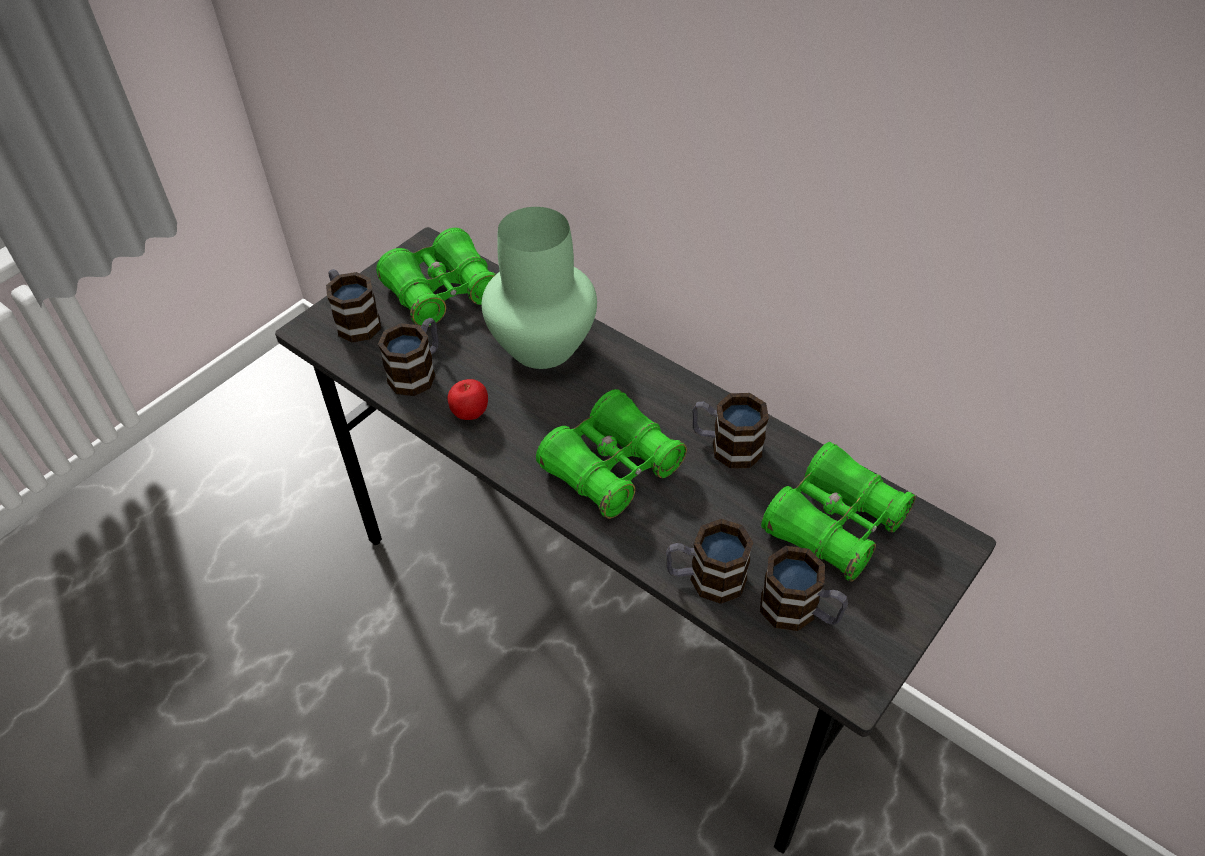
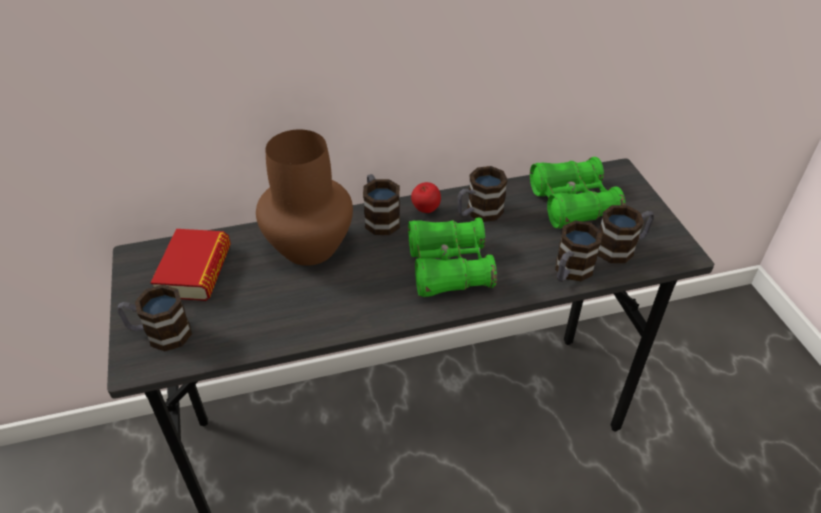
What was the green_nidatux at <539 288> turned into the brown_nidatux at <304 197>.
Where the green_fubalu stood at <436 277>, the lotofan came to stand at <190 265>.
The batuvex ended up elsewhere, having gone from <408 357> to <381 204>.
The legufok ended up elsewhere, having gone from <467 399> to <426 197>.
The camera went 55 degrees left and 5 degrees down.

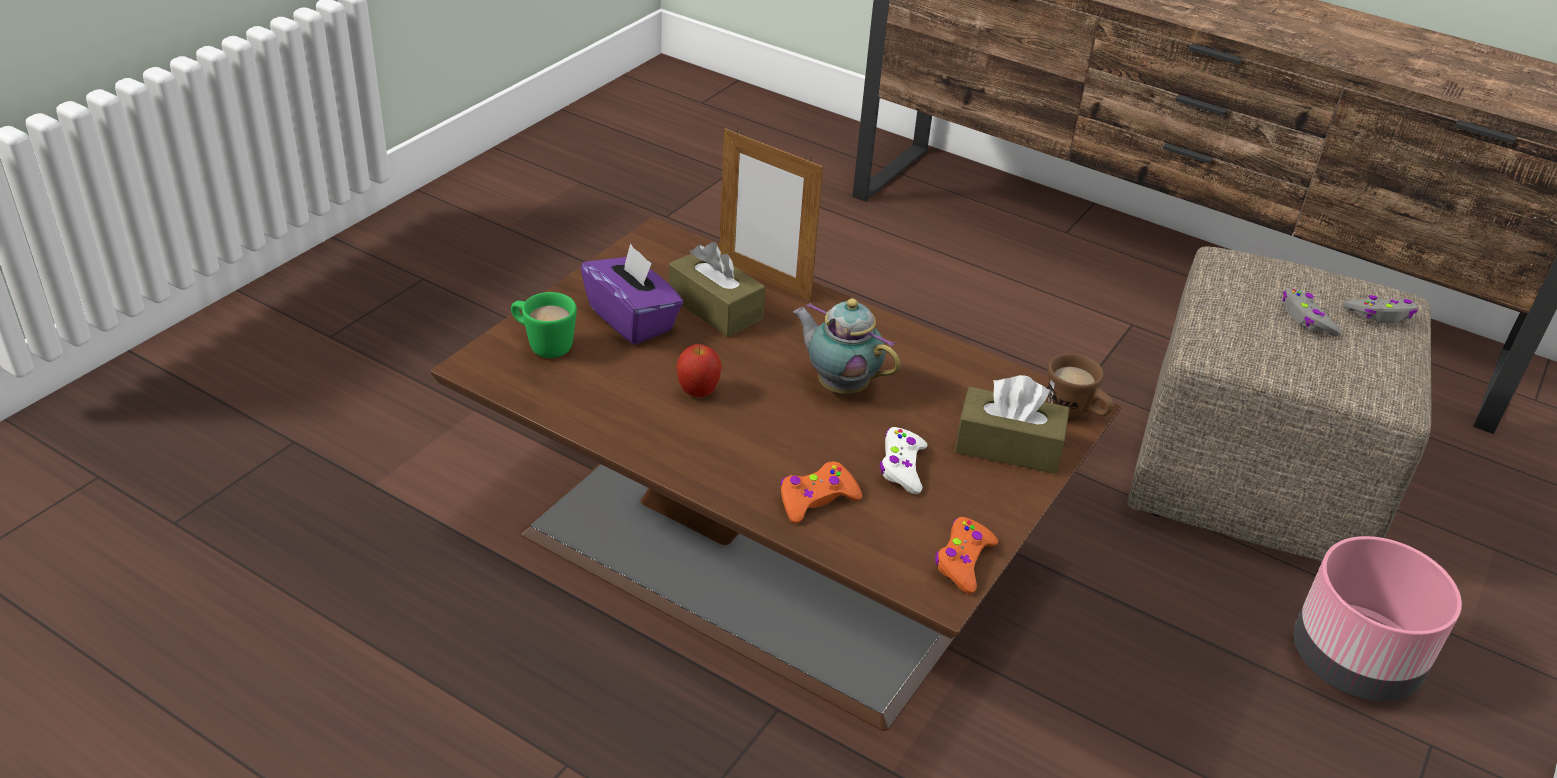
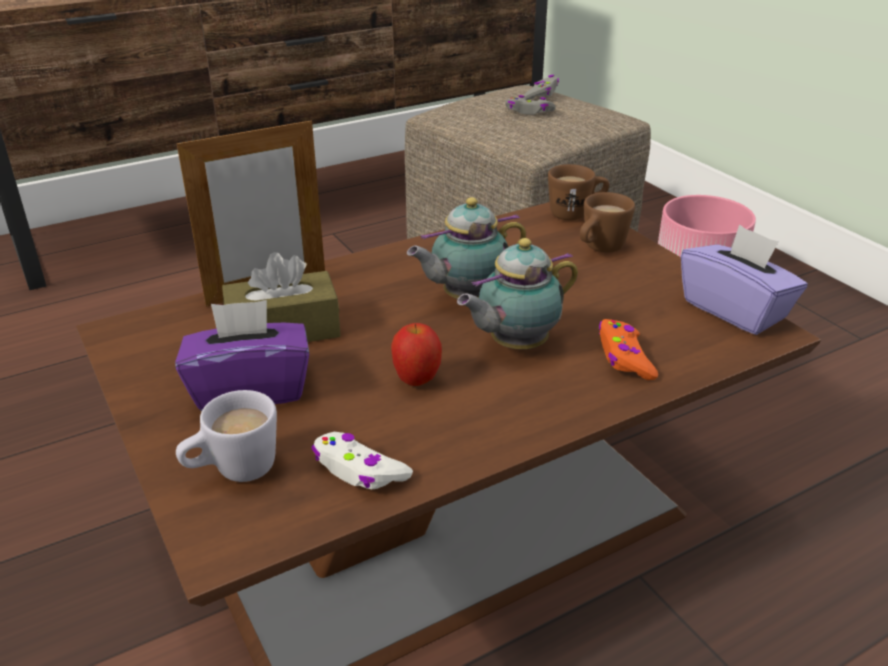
What was the green_batuvex at <544 325> turned into the white_batuvex at <226 436>.
Where the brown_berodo stood at <1012 424>, the brown_batuvex came to stand at <607 222>.
The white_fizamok ended up elsewhere, having gone from <903 460> to <362 460>.
Where the orange_fizamok stood at <966 555>, the purple_berodo came to stand at <744 279>.
The second view gained the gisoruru at <517 293>.
The camera went 60 degrees left and 5 degrees down.

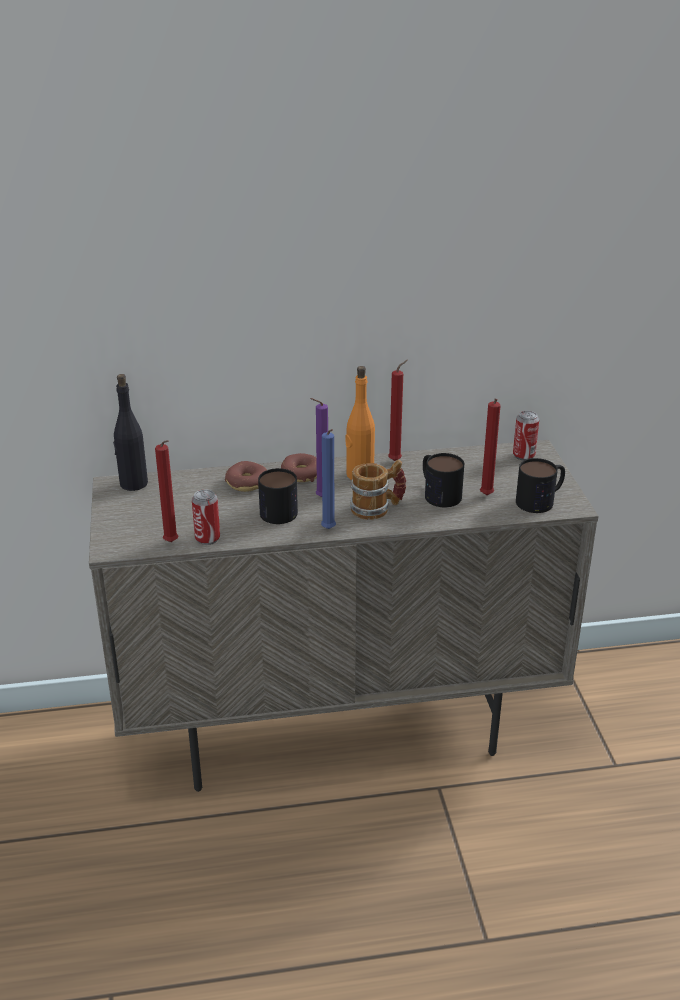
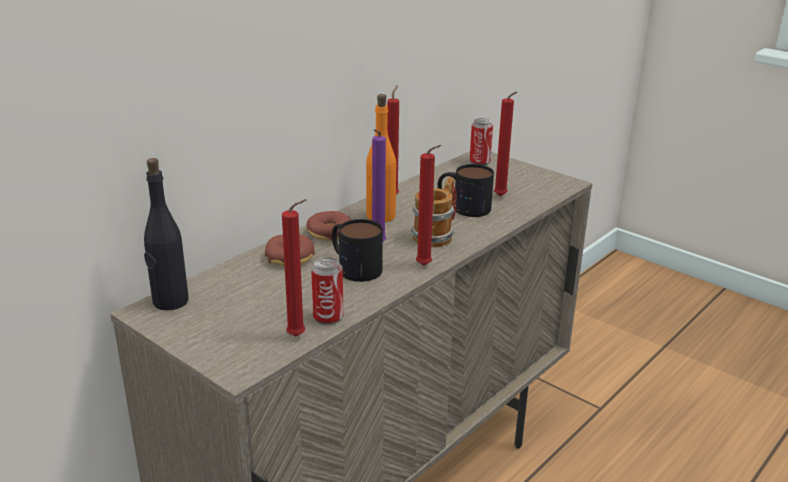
What was the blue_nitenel at <328 479> turned into the red_nitenel at <429 205>.
The second view lost the batuvex at <540 485>.
The camera went 40 degrees left and 5 degrees down.

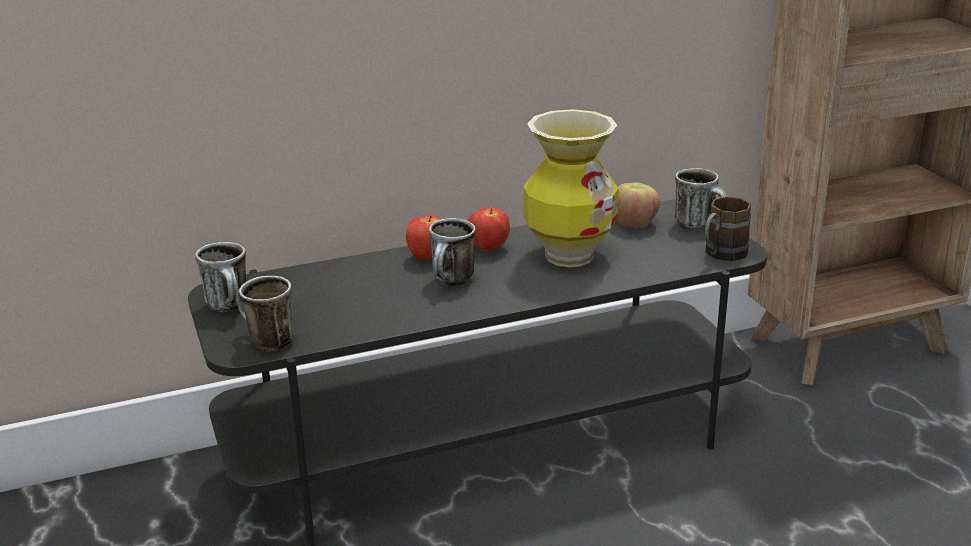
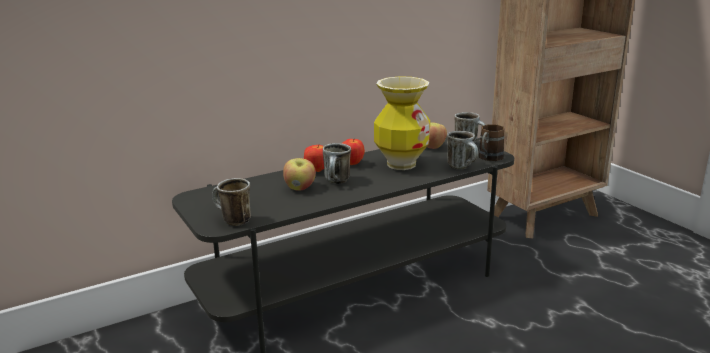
The batuvex ended up elsewhere, having gone from <220 277> to <462 150>.
The second view gained the legufok at <299 174>.
The camera went 10 degrees left and 5 degrees down.

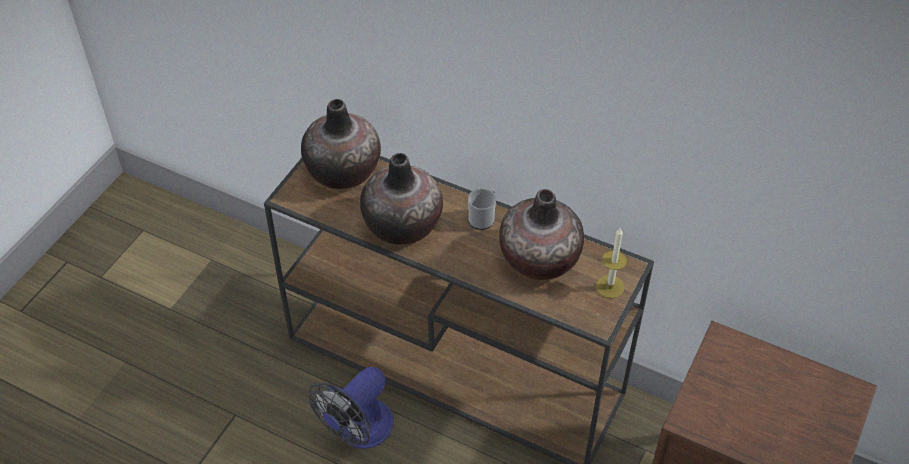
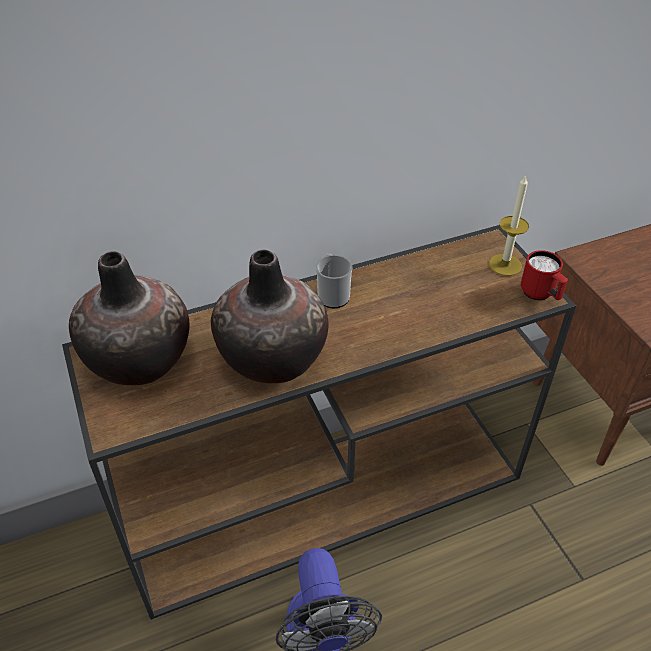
The second view lost the nidatux at <541 234>.
The second view gained the red_batuvex at <544 275>.
The camera went 50 degrees left and 5 degrees down.

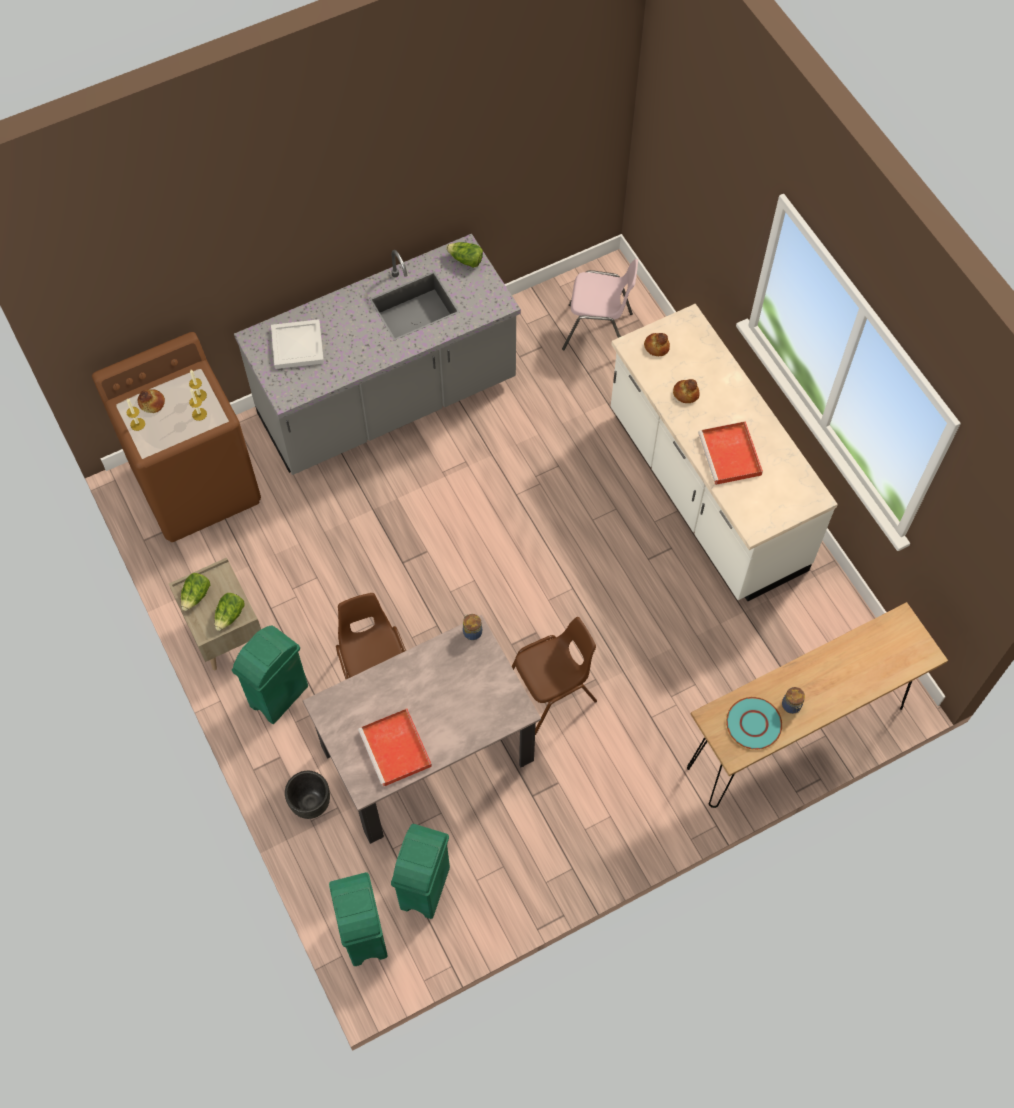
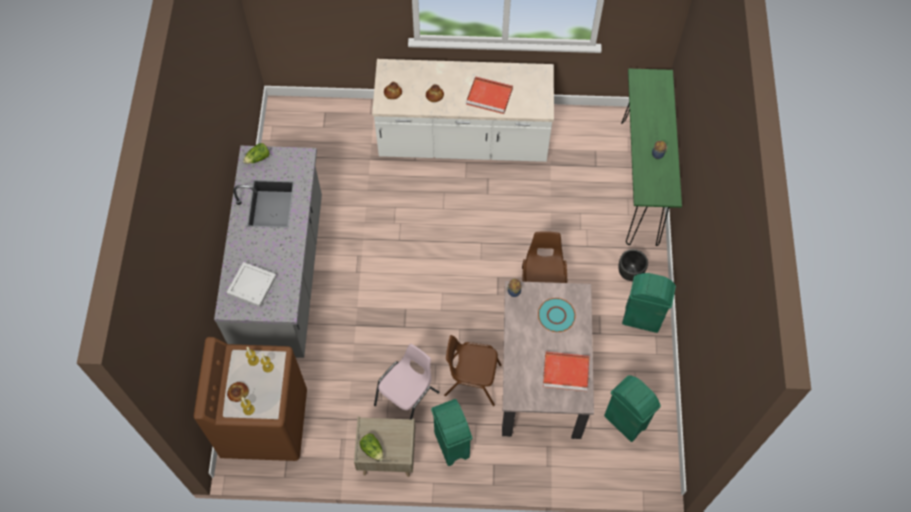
The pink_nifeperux ended up elsewhere, having gone from <600 304> to <407 381>.
The second view lost the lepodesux at <230 612>.
What was the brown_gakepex at <817 705> turned into the green_gakepex at <651 157>.
The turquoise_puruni ended up elsewhere, having gone from <754 723> to <557 315>.
The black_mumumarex ended up elsewhere, having gone from <307 795> to <633 265>.
The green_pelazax ended up elsewhere, having gone from <358 919> to <649 303>.
The camera went 60 degrees left and 0 degrees up.

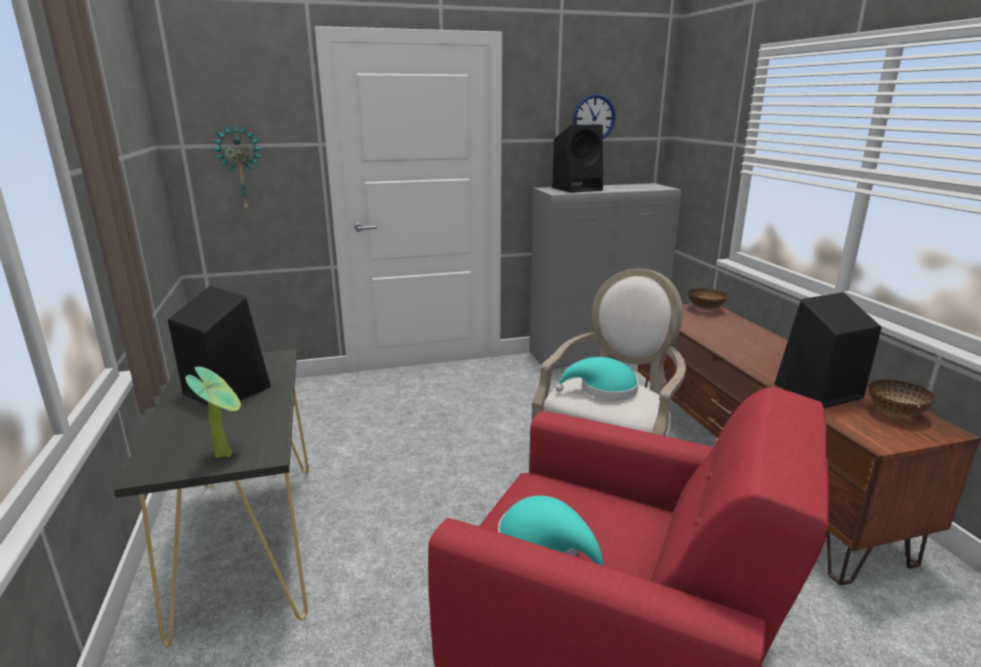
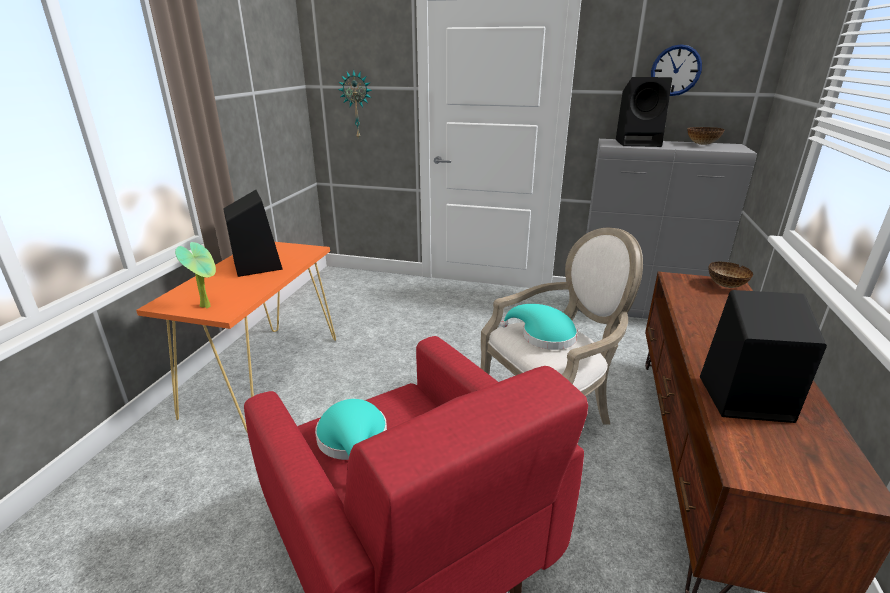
What was the black_gakepex at <211 498> turned into the orange_gakepex at <236 337>.
The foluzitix ended up elsewhere, having gone from <902 398> to <706 136>.
The camera went 30 degrees right and 5 degrees up.

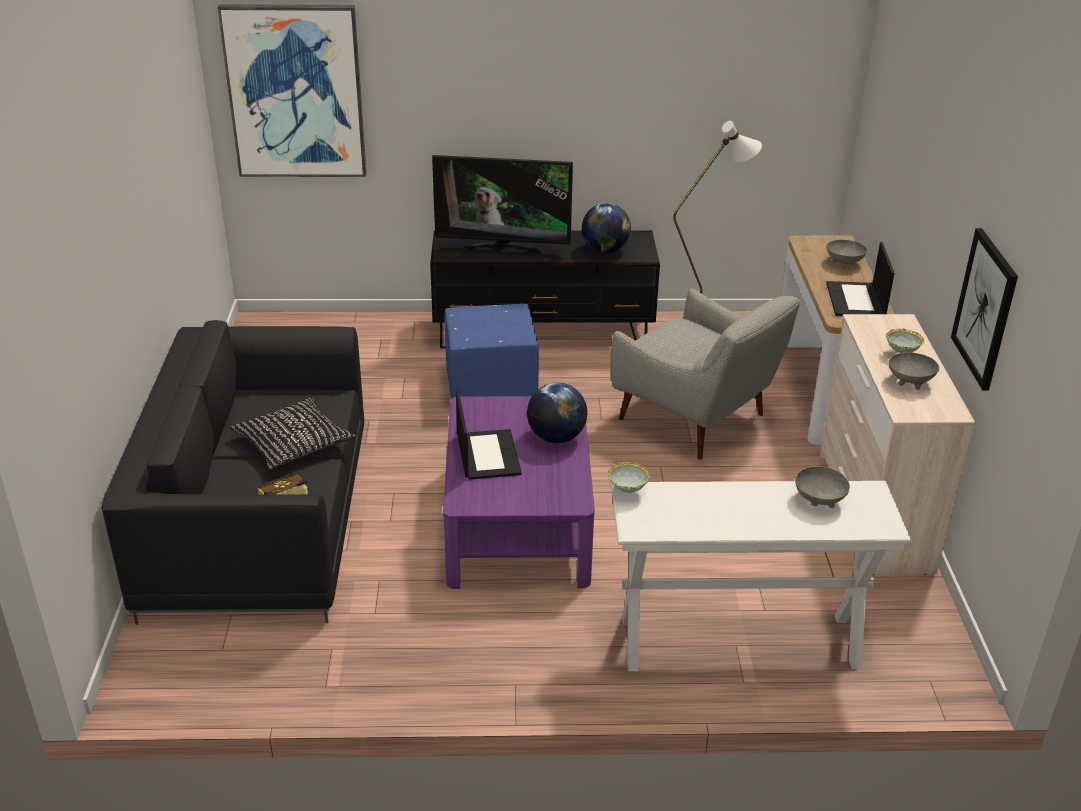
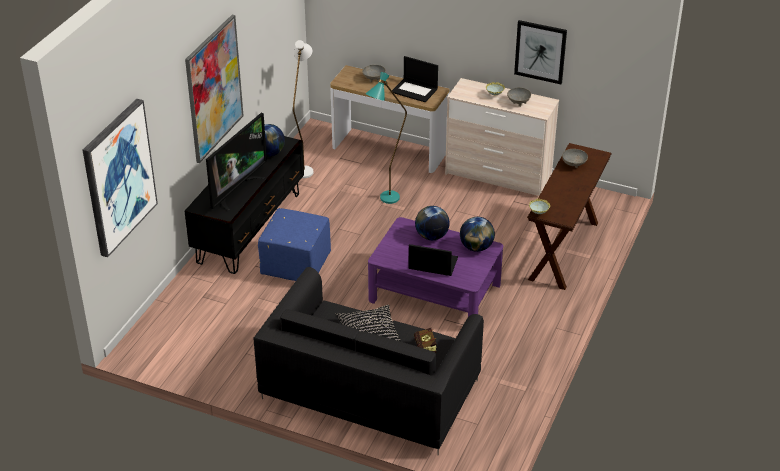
Where the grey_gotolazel stood at <705 374>, the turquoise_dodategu came to stand at <386 138>.
What was the white_gakepex at <761 576> turned into the brown_gakepex at <569 216>.
The second view gained the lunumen at <214 88>.
The second view gained the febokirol at <477 234>.
The camera went 65 degrees left and 5 degrees up.

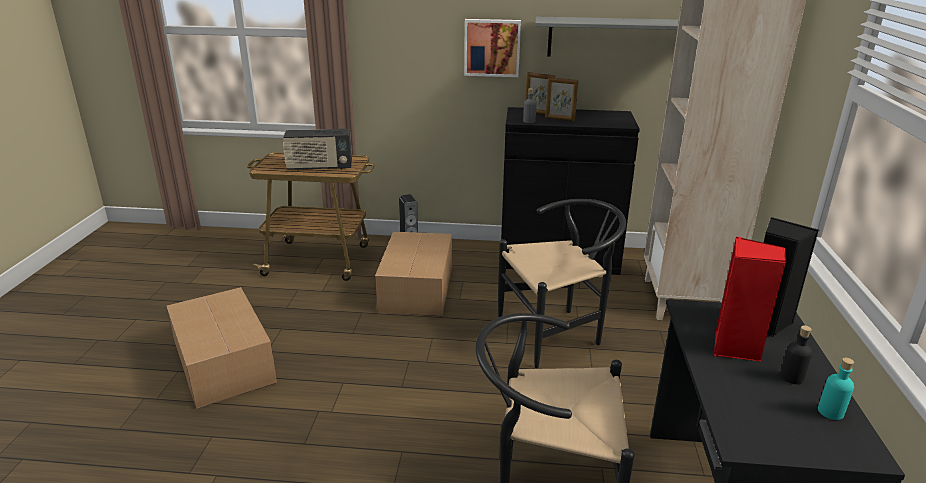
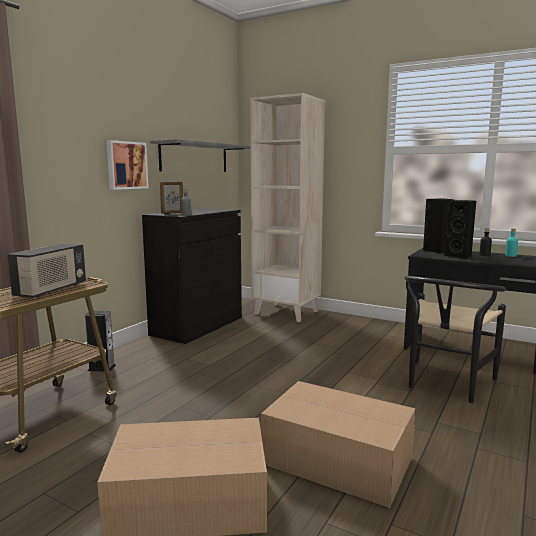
The second view lost the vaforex at <562 99>.
The second view lost the black_nifeperux at <562 283>.
The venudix ended up elsewhere, having gone from <413 273> to <338 444>.
What was the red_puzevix at <749 299> turned into the black_puzevix at <460 229>.
The camera went 65 degrees left and 15 degrees down.

